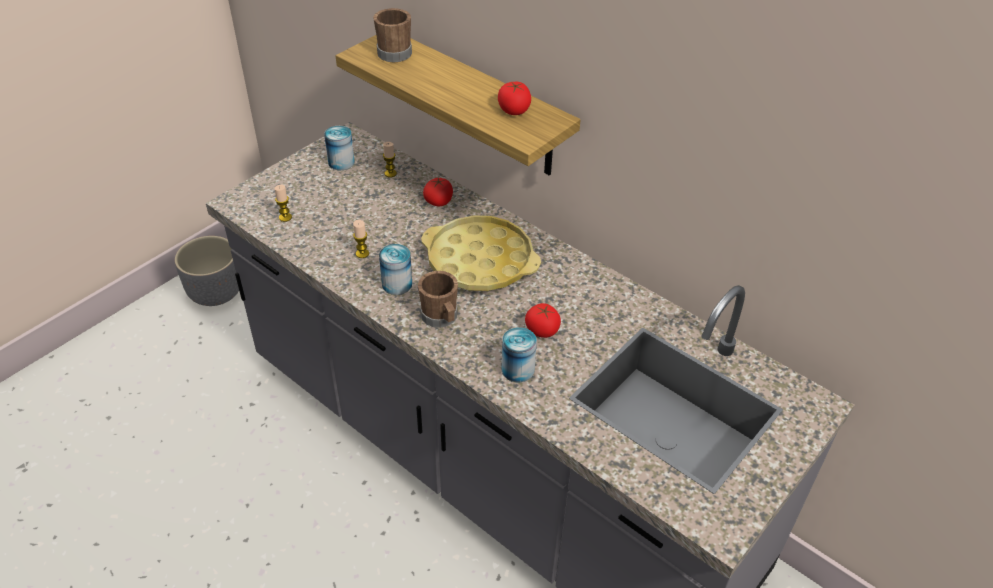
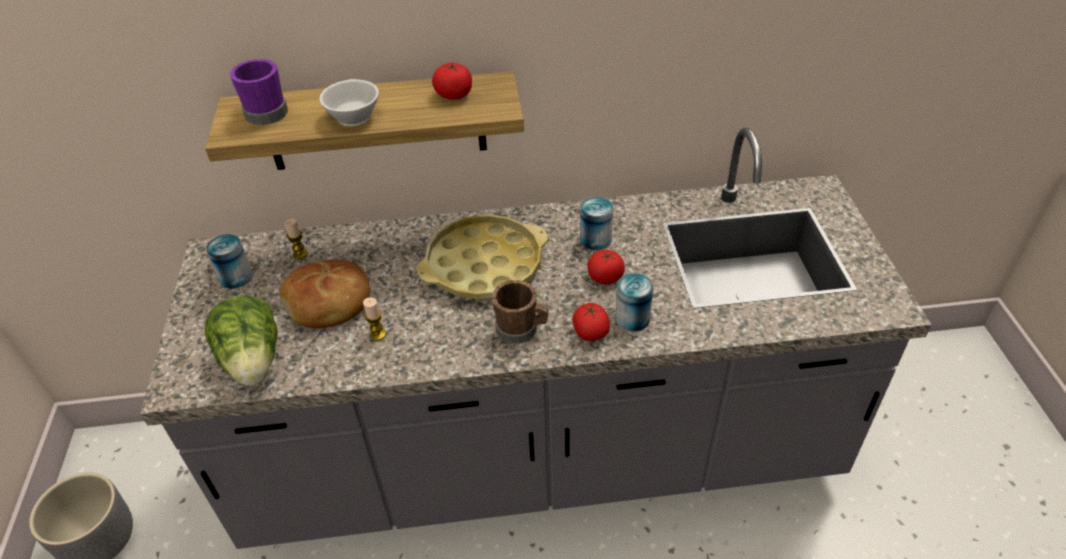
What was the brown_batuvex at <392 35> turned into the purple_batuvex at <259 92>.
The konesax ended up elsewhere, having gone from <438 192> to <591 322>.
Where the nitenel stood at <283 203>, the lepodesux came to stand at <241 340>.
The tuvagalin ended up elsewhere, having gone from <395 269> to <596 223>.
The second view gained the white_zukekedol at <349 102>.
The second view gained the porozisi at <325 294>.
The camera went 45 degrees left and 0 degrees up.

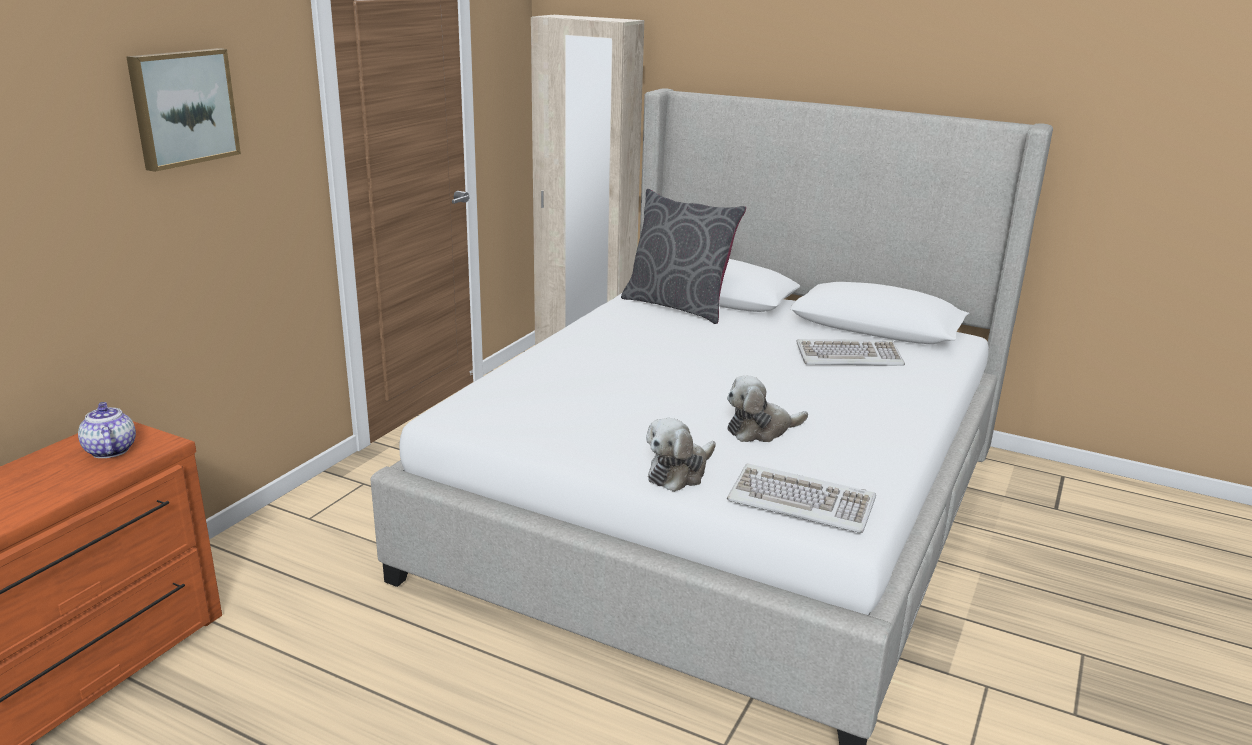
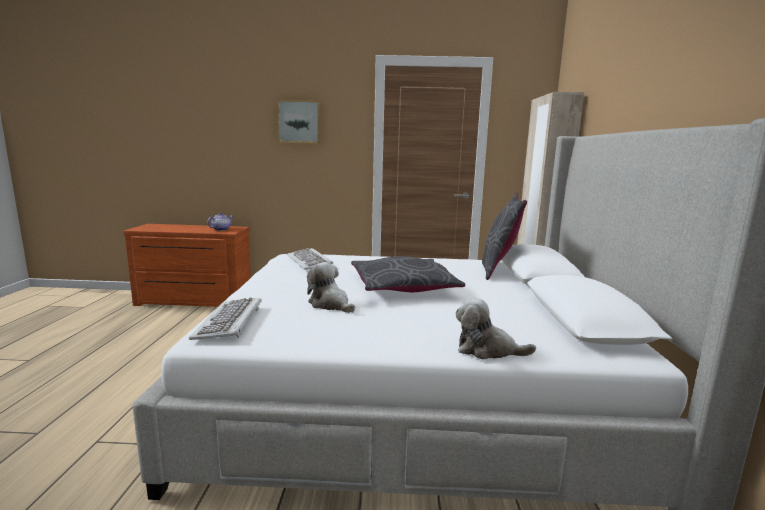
The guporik ended up elsewhere, having gone from <850 352> to <310 259>.
The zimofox ended up elsewhere, having gone from <681 455> to <496 328>.
The second view gained the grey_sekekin at <408 274>.
The camera went 65 degrees right and 10 degrees down.

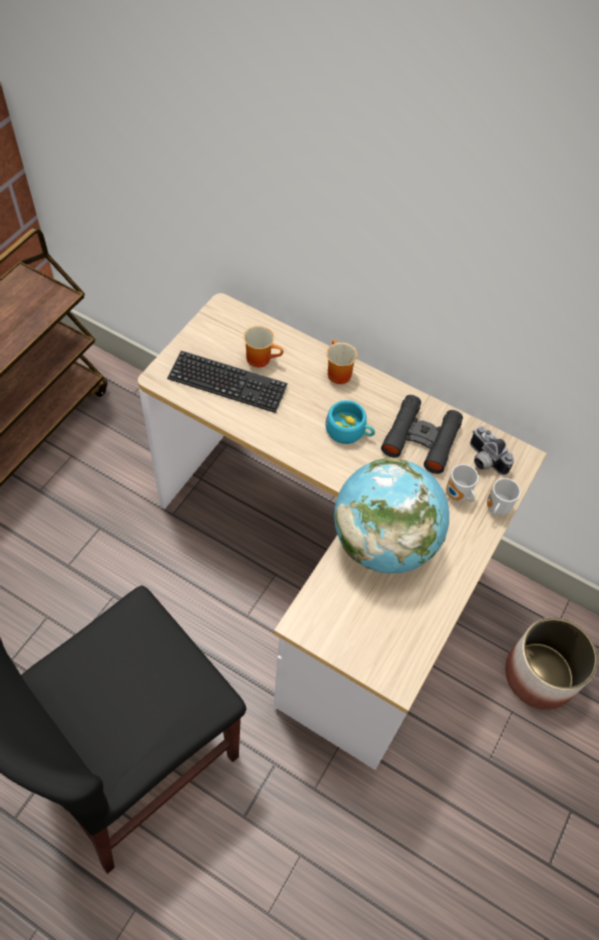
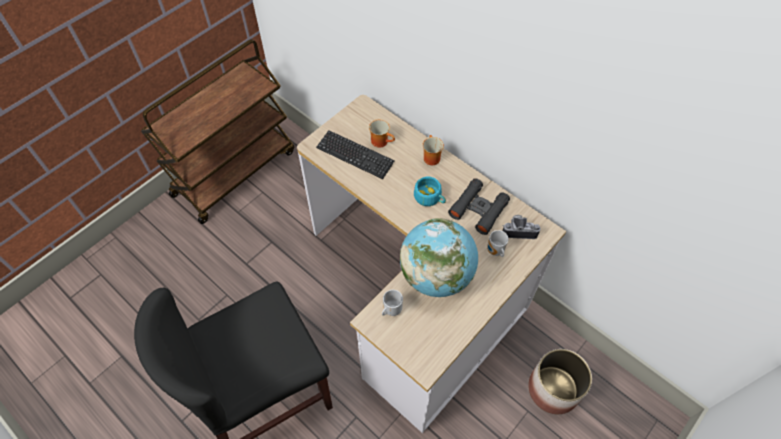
The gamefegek at <492 450> ended up facing another way, 120 degrees clockwise from before.
The batuvex ended up elsewhere, having gone from <503 497> to <392 303>.
The camera went 15 degrees right and 0 degrees up.

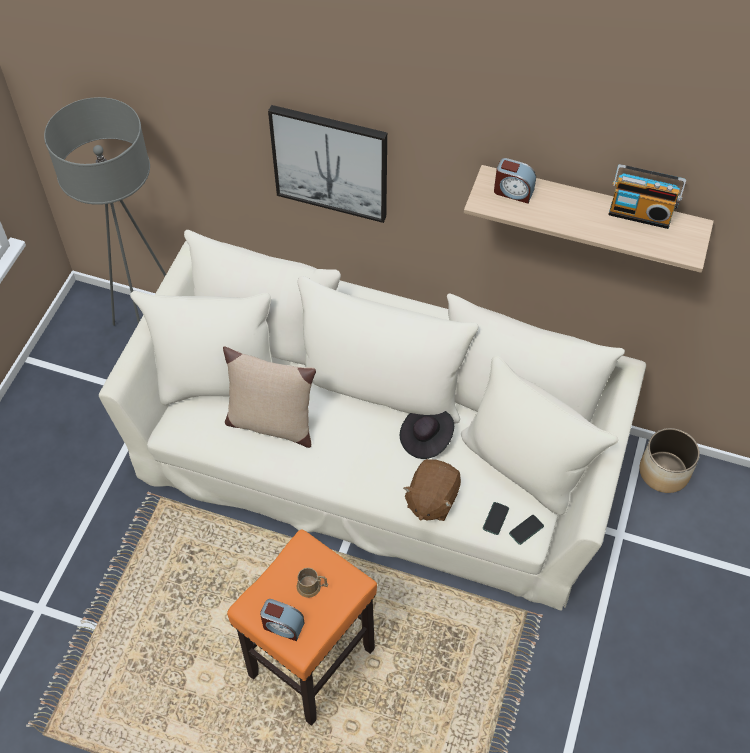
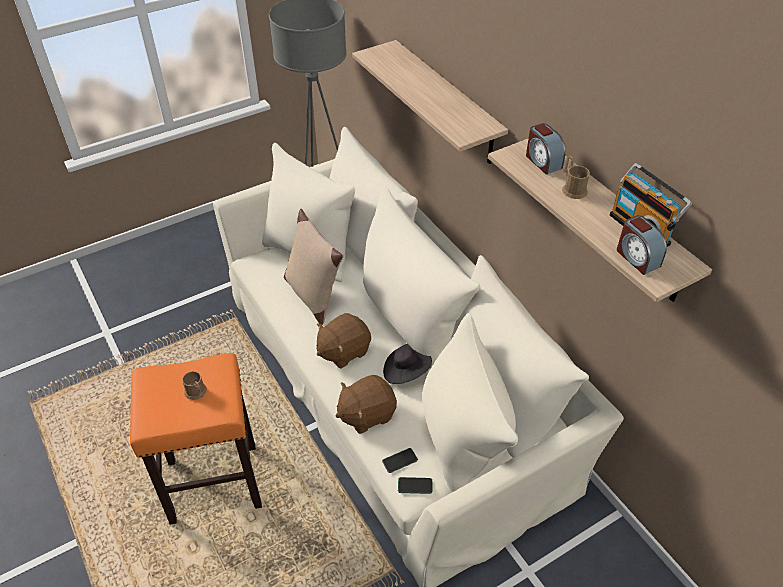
Where the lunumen hung at <327 164>, the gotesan came to hang at <430 102>.
The second view lost the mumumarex at <669 460>.
The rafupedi ended up elsewhere, having gone from <282 620> to <642 245>.
The second view gained the brown_batuvex at <576 177>.
The second view gained the brown_zimofox at <343 341>.
The camera went 40 degrees right and 10 degrees down.

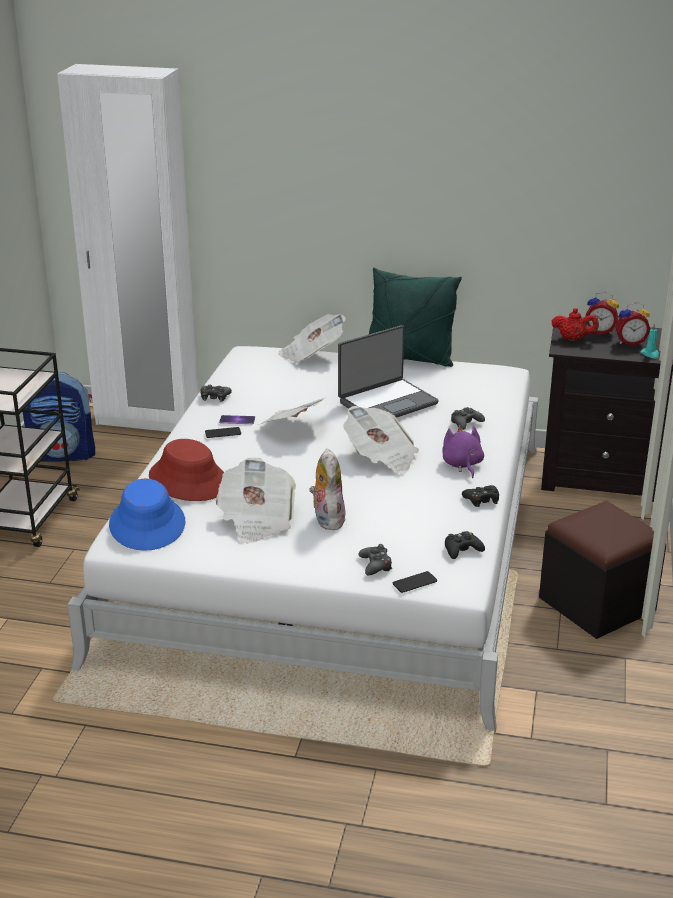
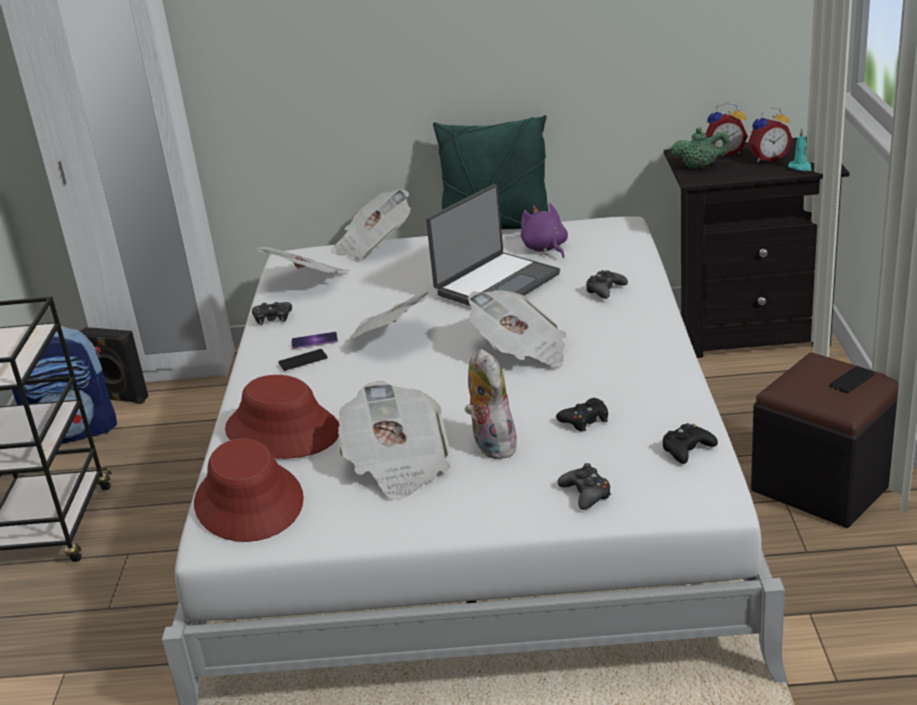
What was the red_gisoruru at <575 324> turned into the green_gisoruru at <700 148>.
The purple_zimofox ended up elsewhere, having gone from <463 451> to <544 230>.
What was the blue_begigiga at <147 515> turned into the red_begigiga at <249 490>.
The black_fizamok ended up elsewhere, having gone from <480 496> to <582 414>.
The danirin ended up elsewhere, having gone from <415 582> to <852 379>.
The second view gained the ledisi at <302 260>.
The second view gained the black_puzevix at <114 365>.
The camera went 10 degrees left and 0 degrees up.

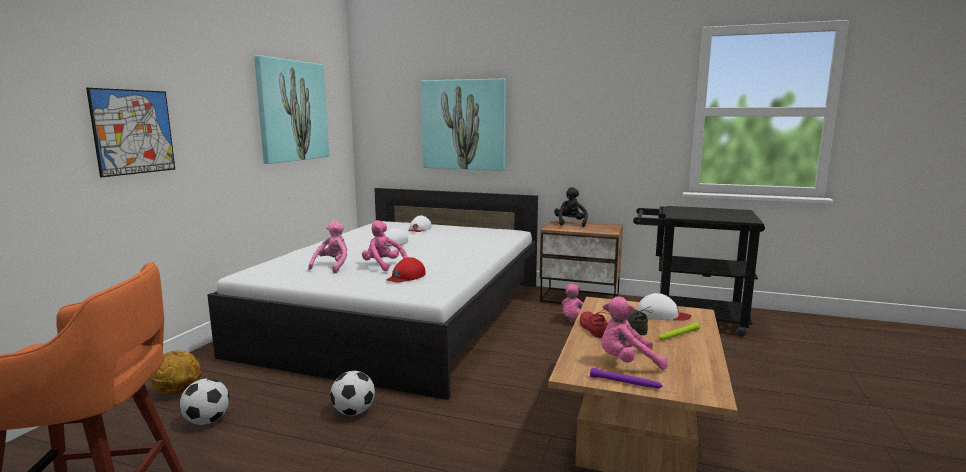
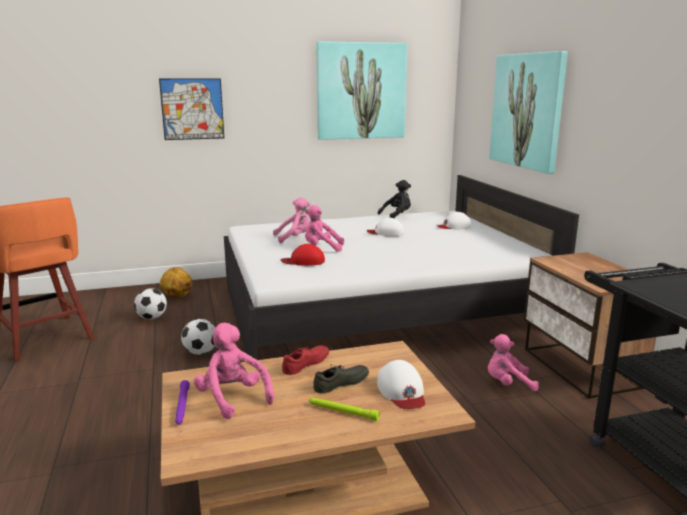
The black_zimofox ended up elsewhere, having gone from <571 207> to <394 199>.
The pink_zimofox at <385 245> ended up facing another way, 90 degrees counterclockwise from before.
The camera went 55 degrees right and 5 degrees up.

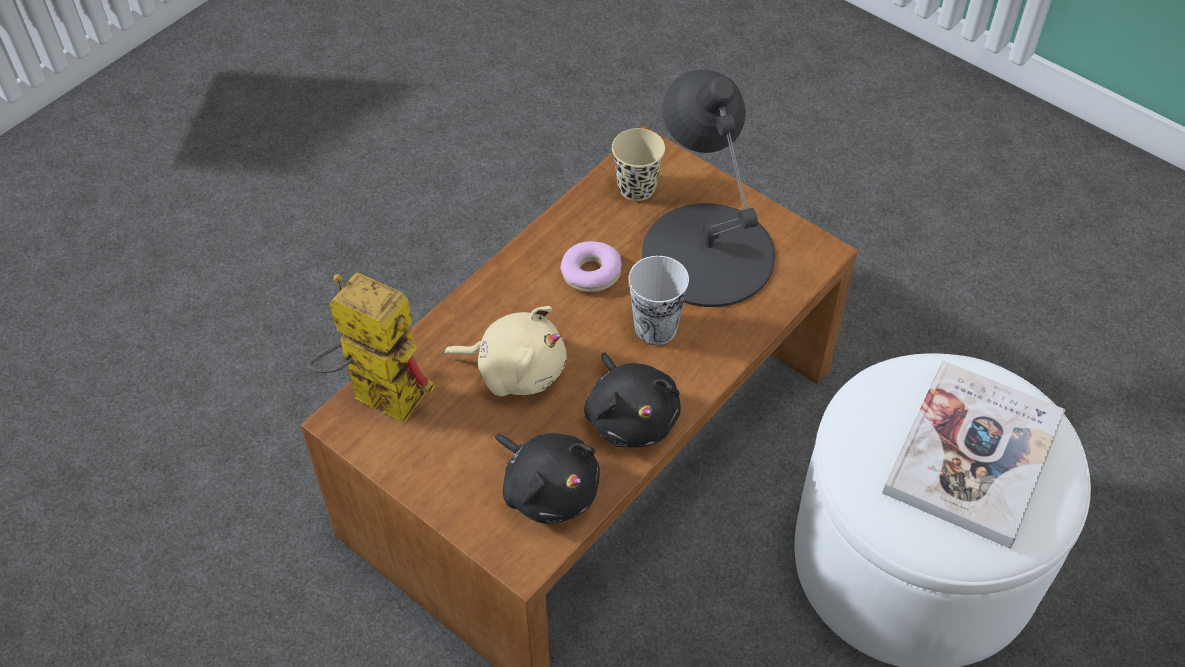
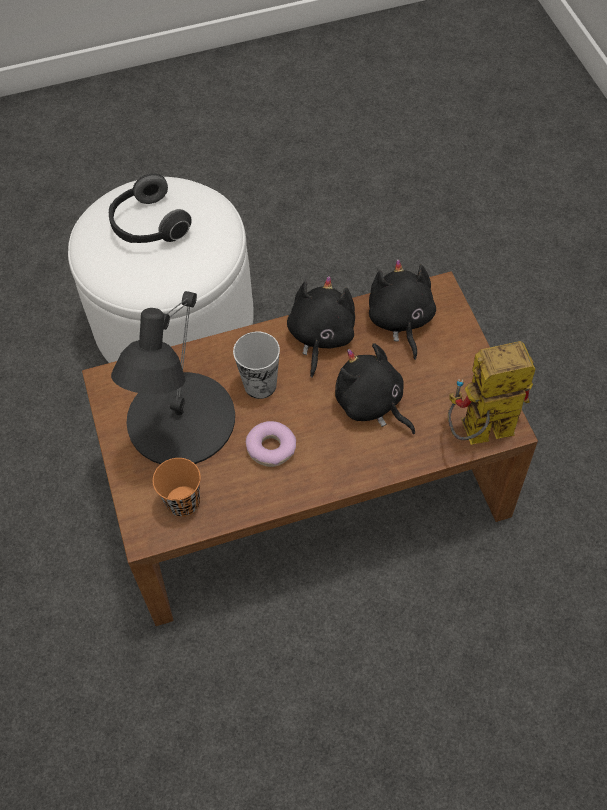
What was the beige_zukekedol at <638 164> turned into the orange_zukekedol at <177 487>.
The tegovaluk at <371 347> ended up facing another way, 105 degrees clockwise from before.
What was the beige_zimofox at <505 351> turned into the black_zimofox at <375 388>.
Where the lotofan stood at <974 454>, the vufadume came to stand at <150 208>.
The camera went 145 degrees left and 5 degrees up.

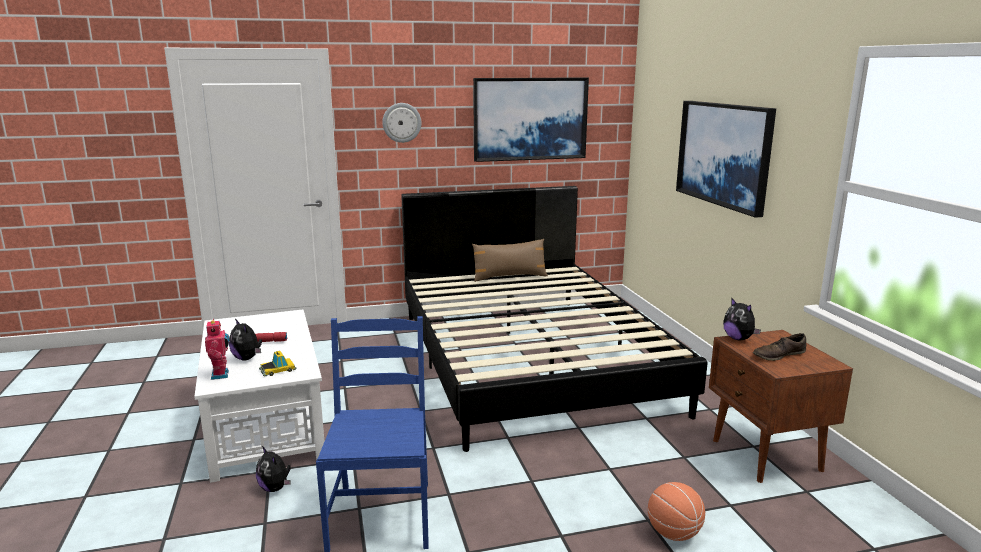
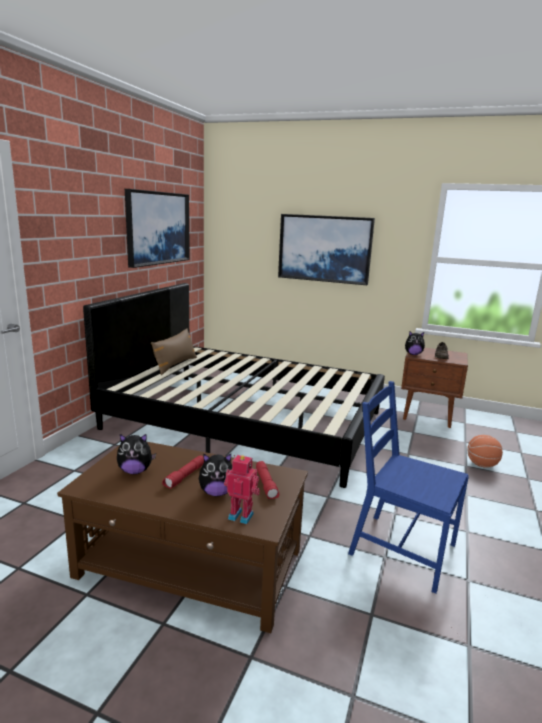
The second view lost the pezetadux at <401 123>.
What was the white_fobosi at <259 396> turned into the brown_fobosi at <182 537>.
Where the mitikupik stood at <278 363>, the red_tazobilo came to stand at <267 480>.
The zimofox ended up elsewhere, having gone from <273 469> to <136 454>.
The camera went 55 degrees left and 0 degrees up.

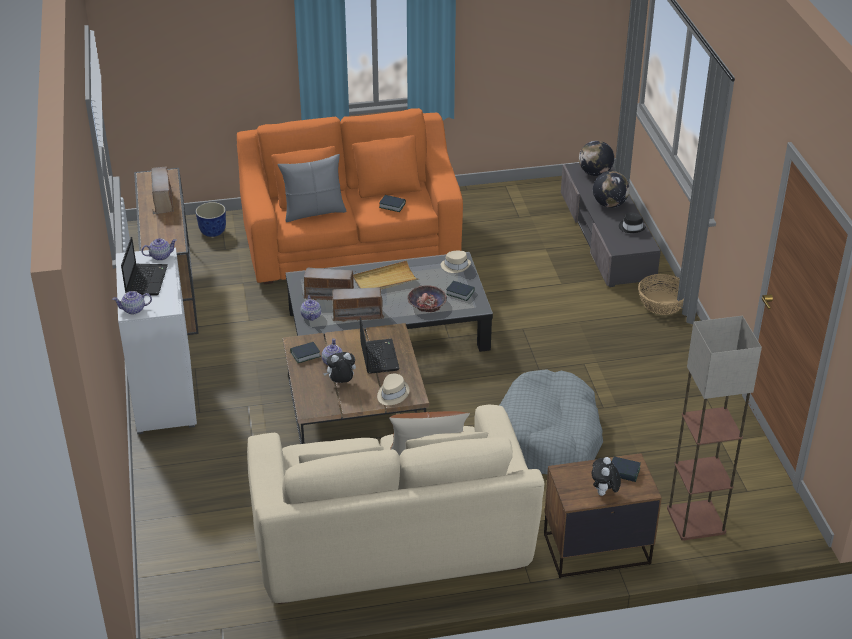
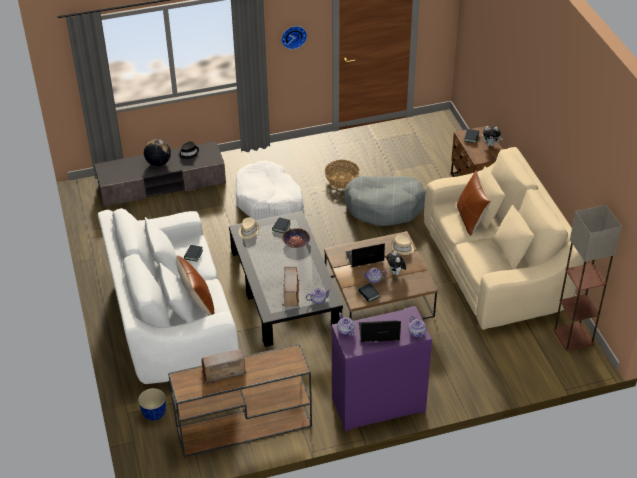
What was the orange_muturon at <350 196> turned into the white_muturon at <168 297>.
The second view lost the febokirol at <596 158>.
What was the grey_sekekin at <312 188> turned into the brown_sekekin at <195 285>.
What was the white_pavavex at <156 340> turned into the purple_pavavex at <382 369>.
The second view lost the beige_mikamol at <386 275>.
The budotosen ended up elsewhere, having gone from <661 294> to <342 174>.
The second view lost the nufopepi at <358 304>.
The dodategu ended up elsewhere, having gone from <714 428> to <587 278>.
The second view gained the pezetadux at <294 38>.
The second view gained the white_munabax at <270 190>.
The camera went 95 degrees left and 5 degrees up.

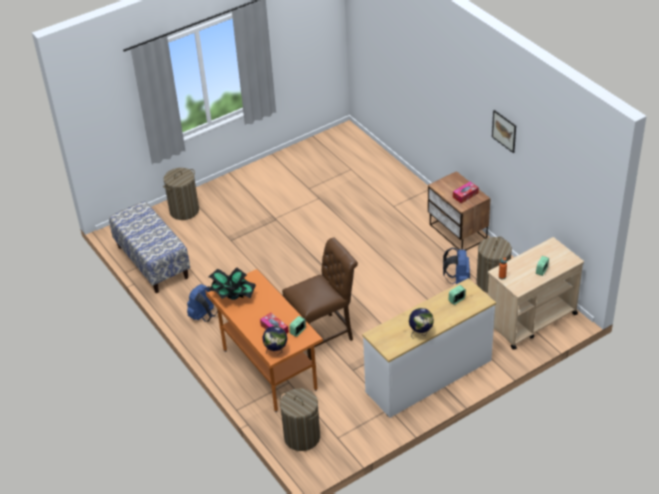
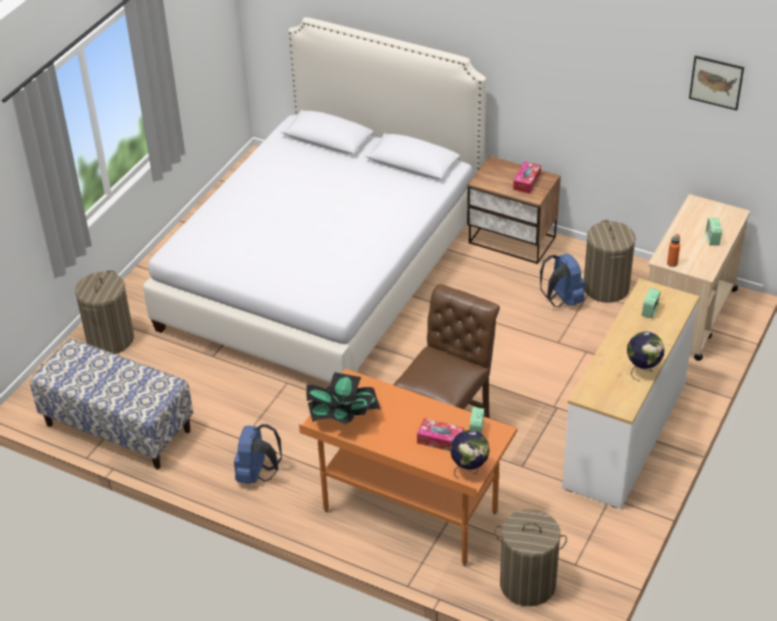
The lunumen ended up elsewhere, having gone from <504 131> to <716 83>.
The second view gained the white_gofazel at <314 200>.
The camera went 30 degrees left and 0 degrees up.

